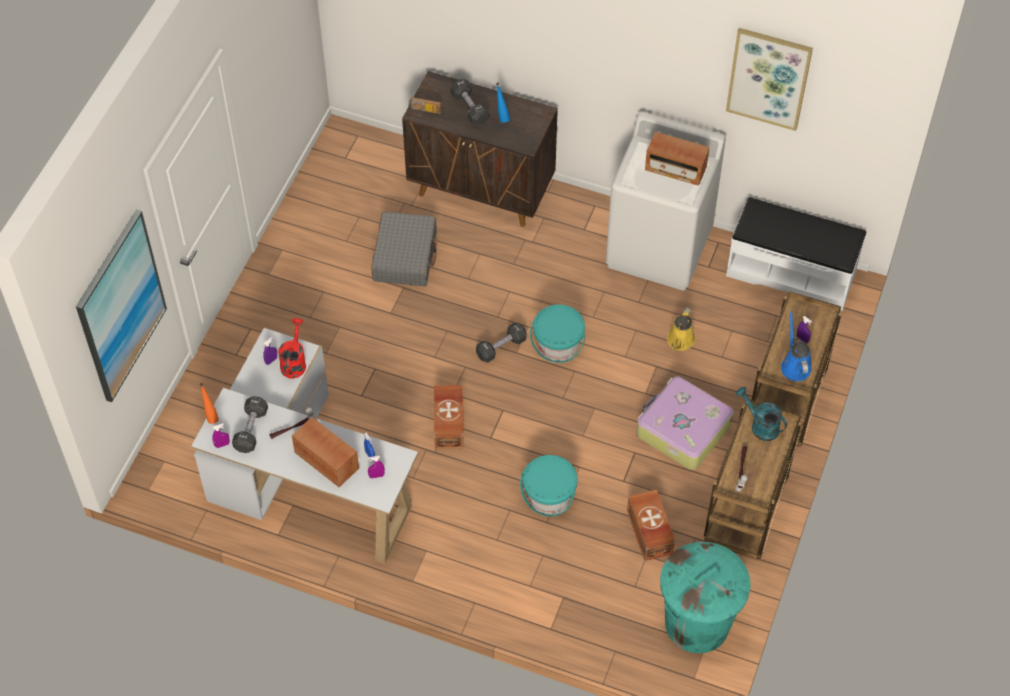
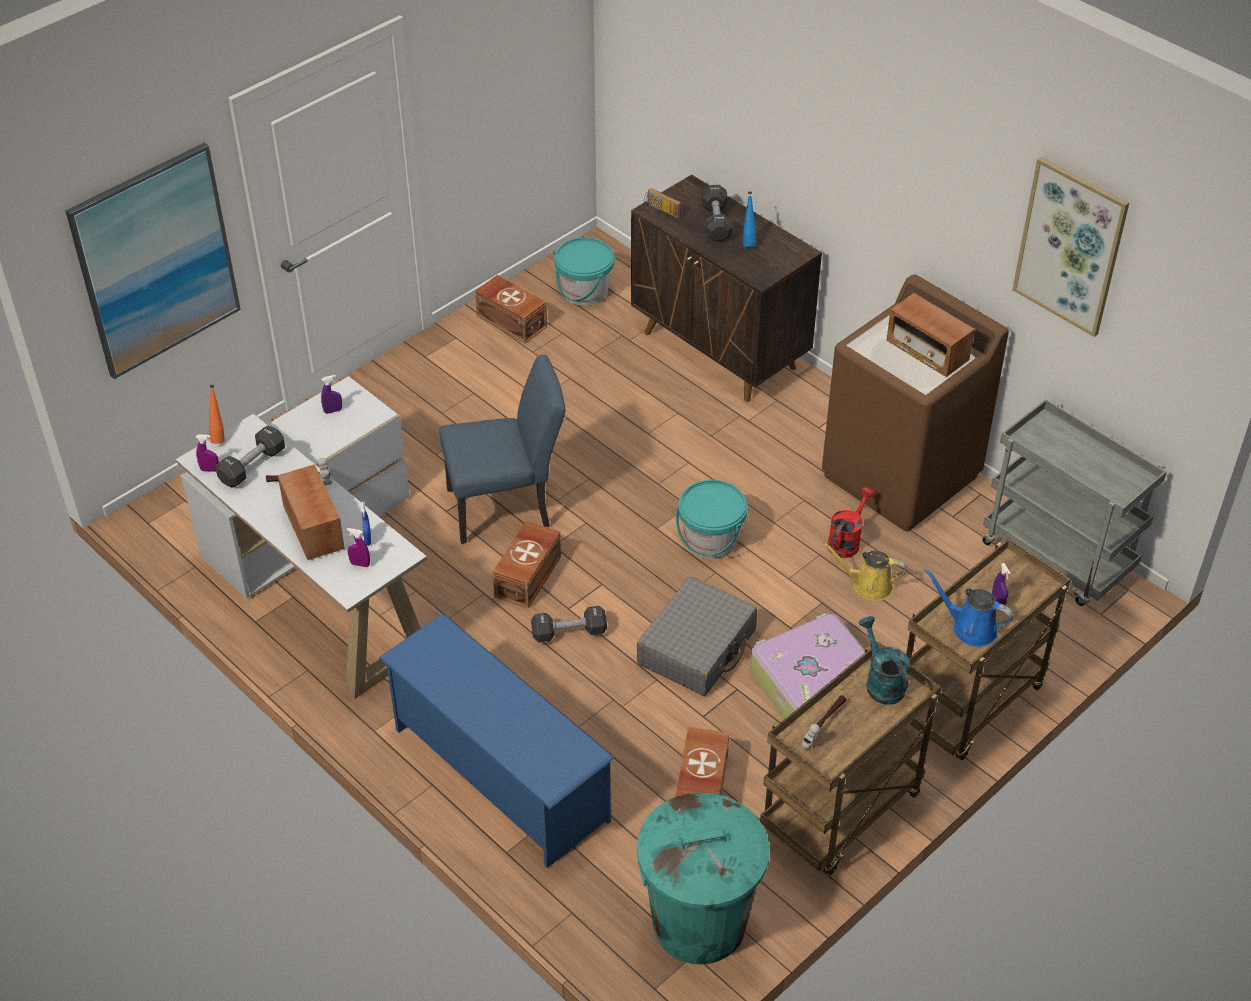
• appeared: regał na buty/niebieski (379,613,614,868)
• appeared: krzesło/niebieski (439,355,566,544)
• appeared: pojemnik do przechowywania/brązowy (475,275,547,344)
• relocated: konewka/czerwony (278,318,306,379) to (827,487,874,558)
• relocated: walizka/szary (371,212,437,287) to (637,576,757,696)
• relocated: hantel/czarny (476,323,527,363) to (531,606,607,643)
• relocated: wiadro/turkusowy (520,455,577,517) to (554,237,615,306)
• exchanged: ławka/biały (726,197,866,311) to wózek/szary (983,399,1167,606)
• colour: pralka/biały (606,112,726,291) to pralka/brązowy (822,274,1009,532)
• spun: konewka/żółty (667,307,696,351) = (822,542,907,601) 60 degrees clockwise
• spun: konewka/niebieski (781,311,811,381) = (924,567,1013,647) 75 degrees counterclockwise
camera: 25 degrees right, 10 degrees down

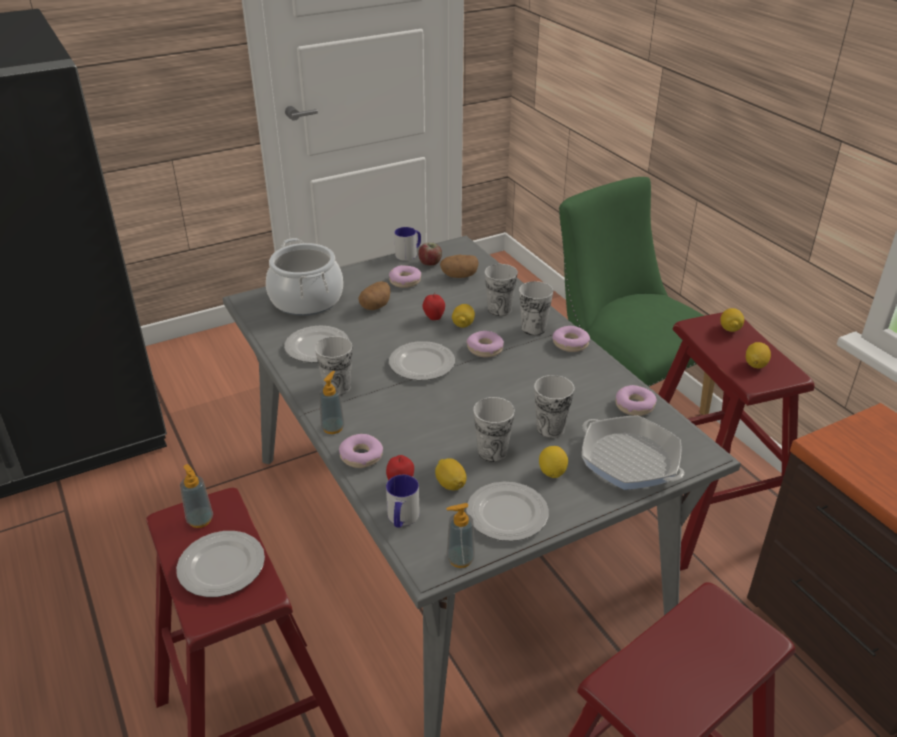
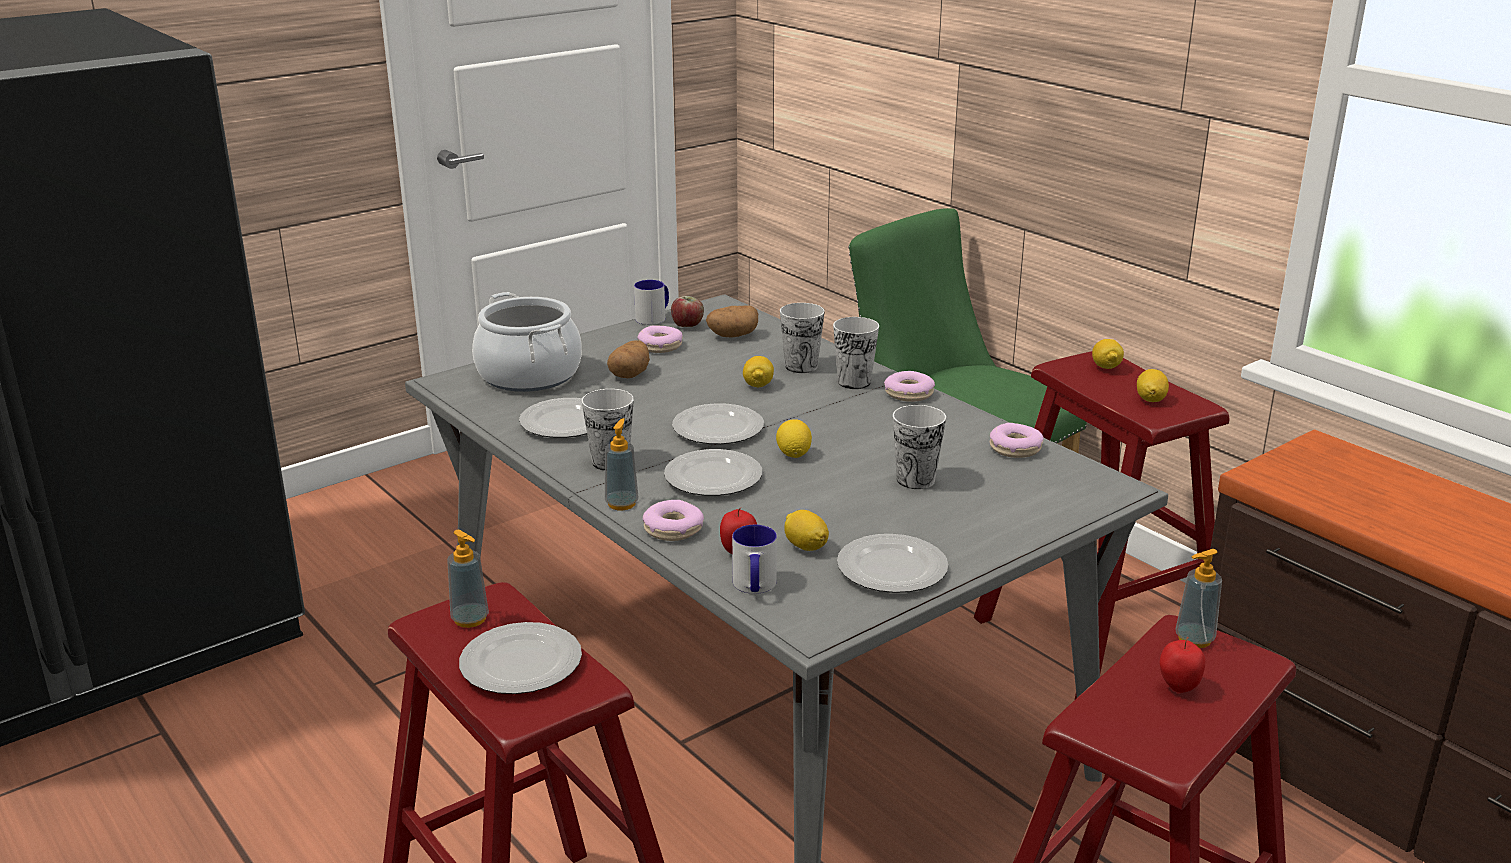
• missing: donut (467,331,504,357)
• missing: filiżanka (473,397,515,462)
• missing: patelnia (582,415,684,490)
• appeared: talerz (664,449,762,496)
• relocated: jabłko (422,292,445,320) to (1160,637,1206,693)
• relocated: dozownik mydła (446,503,475,568) to (1175,549,1222,648)
• relocated: cytryna (539,446,568,478) to (776,419,812,458)
camera: 10 degrees left, 10 degrees down

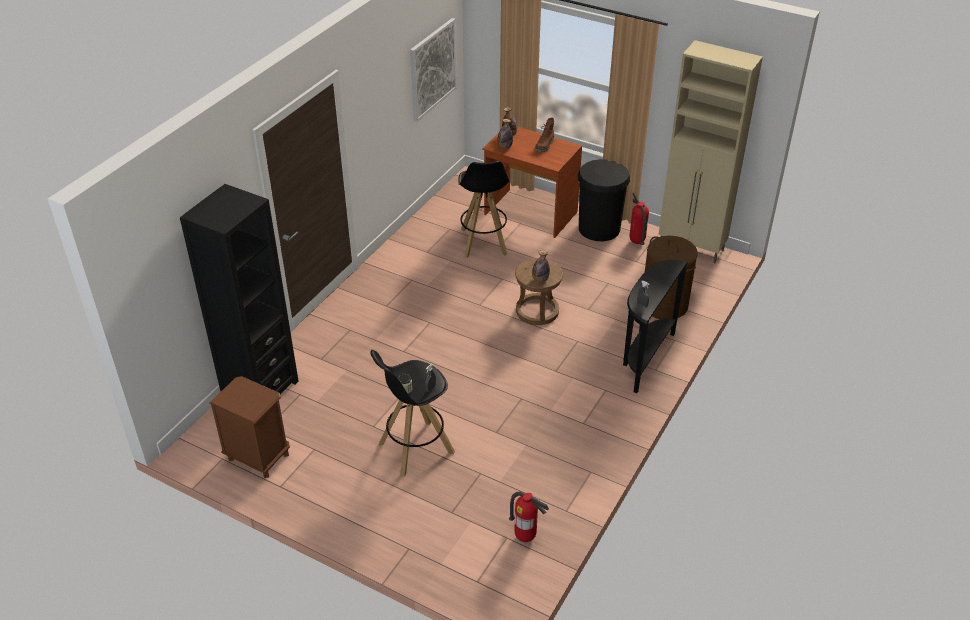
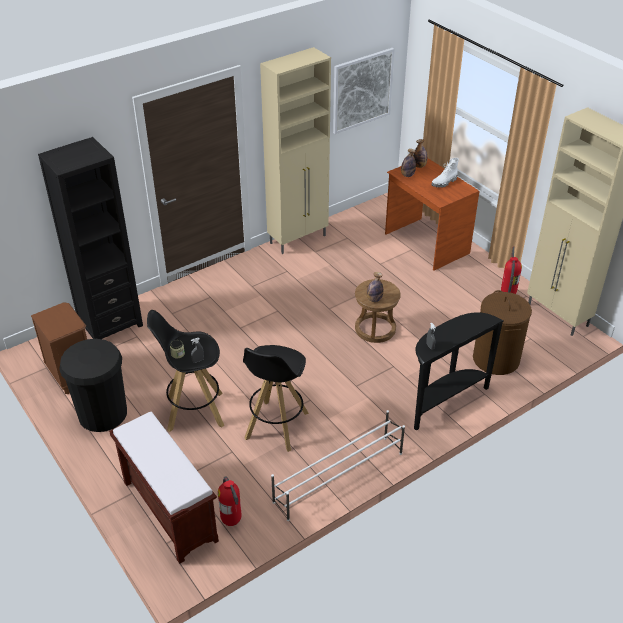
• appeared: ławka/brązowy (109,412,219,564)
• appeared: szafka/beżowy (260,47,331,254)
• appeared: regał na buty/biały (271,410,405,521)
• relocated: stołek/czarny (458,161,509,258) to (243,345,309,452)
• relocated: kosz na śmieci/czarny (578,159,630,241) to (59,339,127,432)
• colour: but z cholewką/brązowy (535,117,554,152) to but z cholewką/biały (431,158,459,188)
camera: 25 degrees right, 0 degrees up

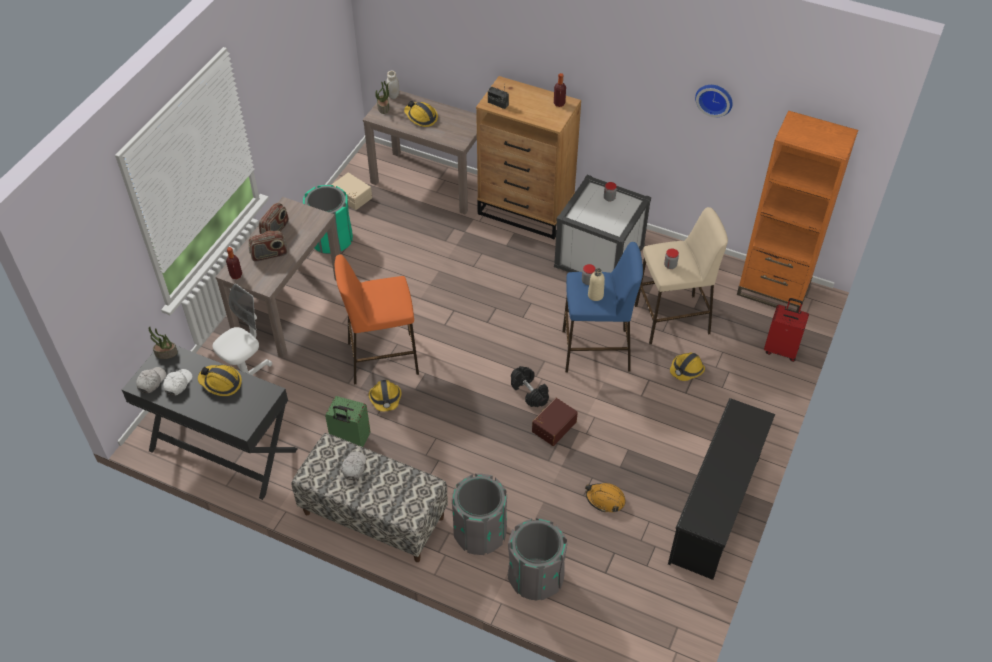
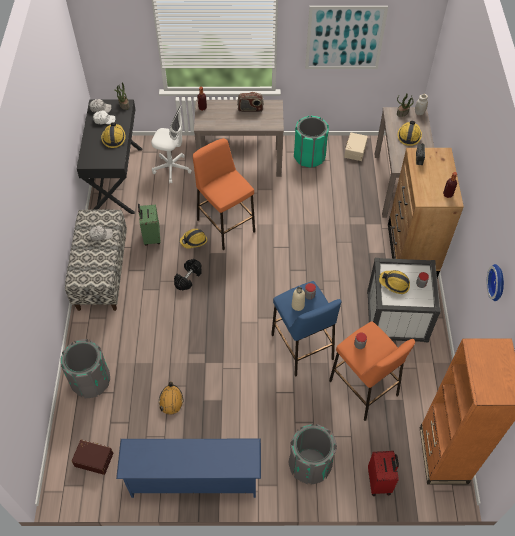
• missing: radio (248,231,287,261)
• appeared: obraz (305,6,388,69)
• relocated: kosz na śmieci/szary (452,473,507,555) to (288,424,337,485)
• relocated: hantel/czarny (511,366,549,407) to (174,259,202,290)
• relocated: pojemnik do przechowywania/brązowy (532,398,578,446) to (72,440,113,475)
• relocated: kask (670,353,705,381) to (379,270,410,294)
• colour: stołek/beżowy (635,207,728,344) to stołek/pomarańczowy (329,321,415,421)
• colour: regał na buty/czarny (668,398,775,580) to regał na buty/niebieski (116,439,261,498)
camera: 65 degrees right, 5 degrees up

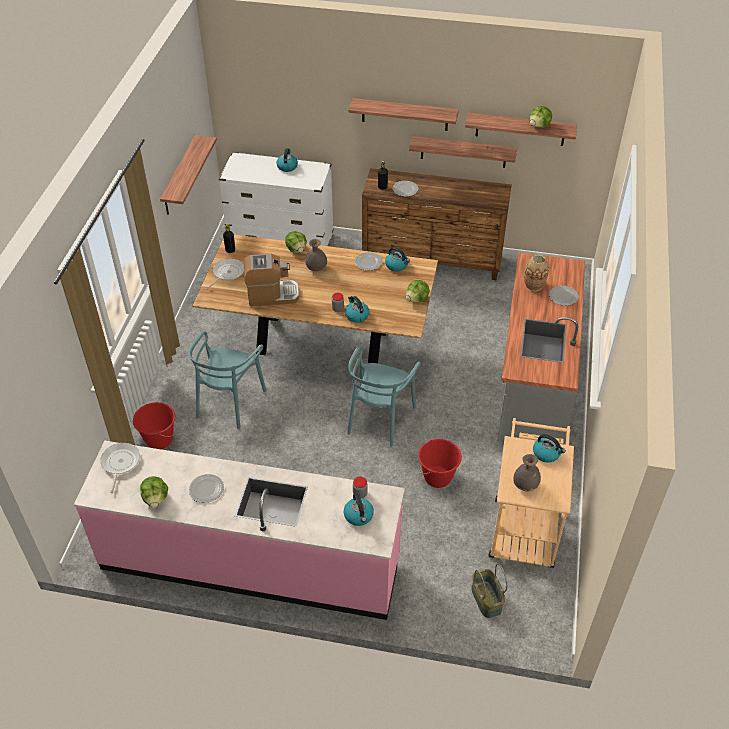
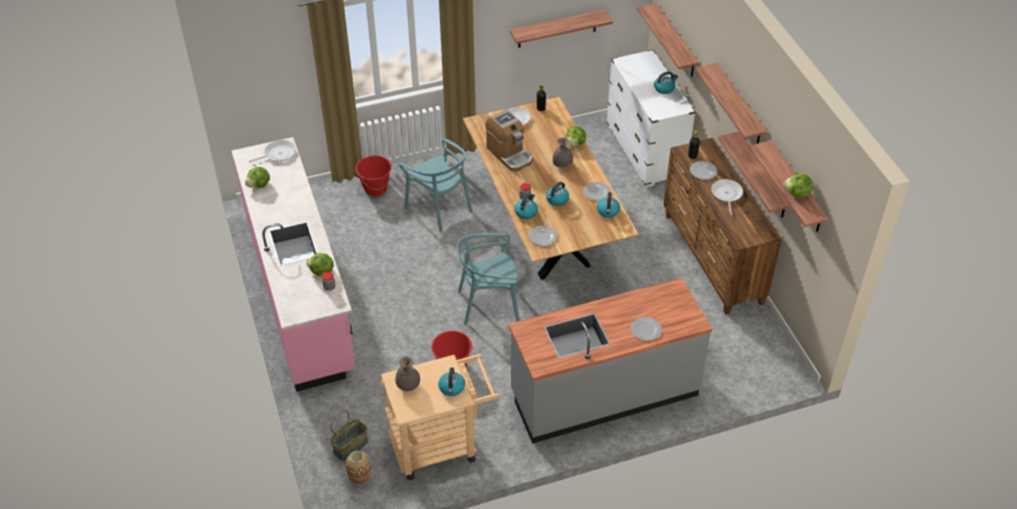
• appeared: półka (637,3,699,77)
• appeared: patelnia (711,179,743,215)
• relocated: talerz (189,474,224,503) to (529,226,557,246)
• relocated: czajnik (344,493,374,526) to (546,182,569,206)
• relocated: sałata (406,280,430,302) to (306,253,334,276)
• relocated: wazon (524,255,549,291) to (345,451,371,485)
• spun: krzesło/turkusowy (189,331,266,429) = (399,139,473,232) 120 degrees counterclockwise
camera: 60 degrees right, 0 degrees up

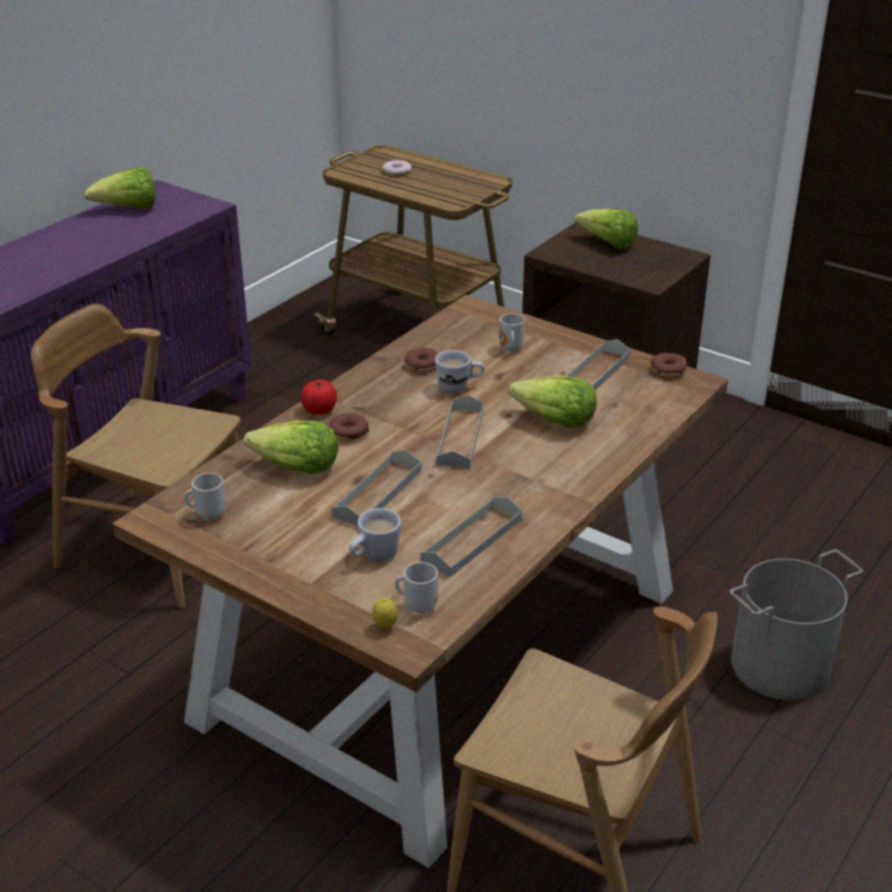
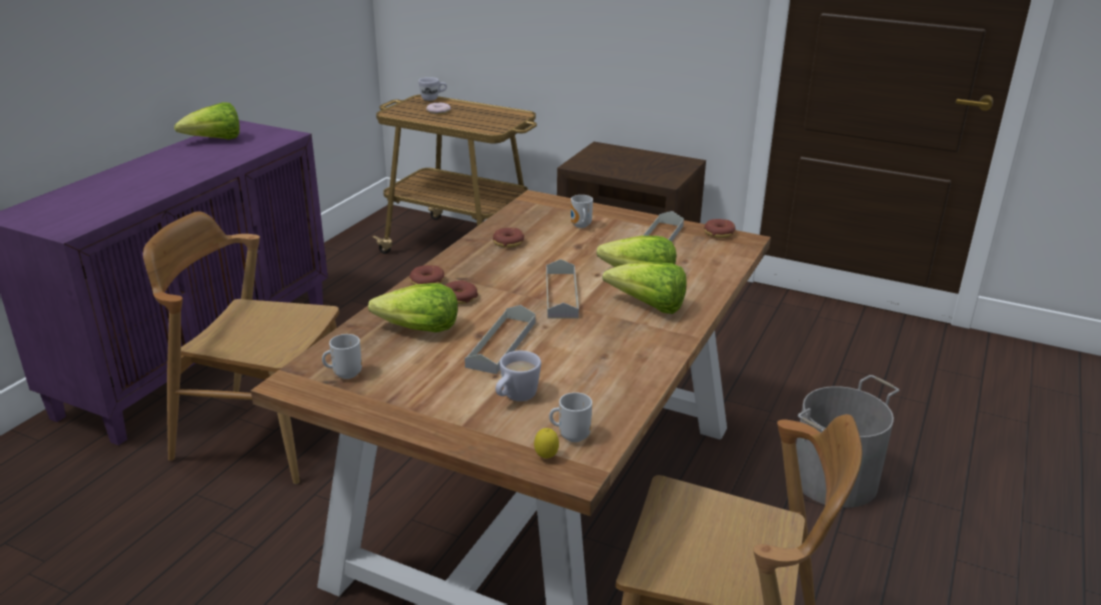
• missing: taca/szary (421,497,522,577)
• relocated: kubek/biały (435,350,484,394) to (418,77,447,101)
• relocated: sałata (574,209,638,250) to (602,262,687,314)
• exchanged: pomidor (301,380,337,415) to donut (409,265,444,285)
camera: 10 degrees left, 5 degrees down

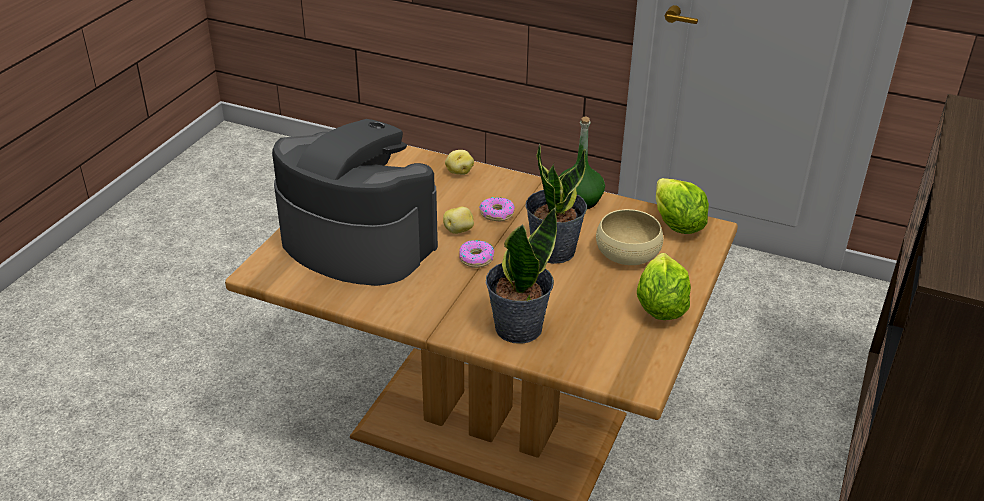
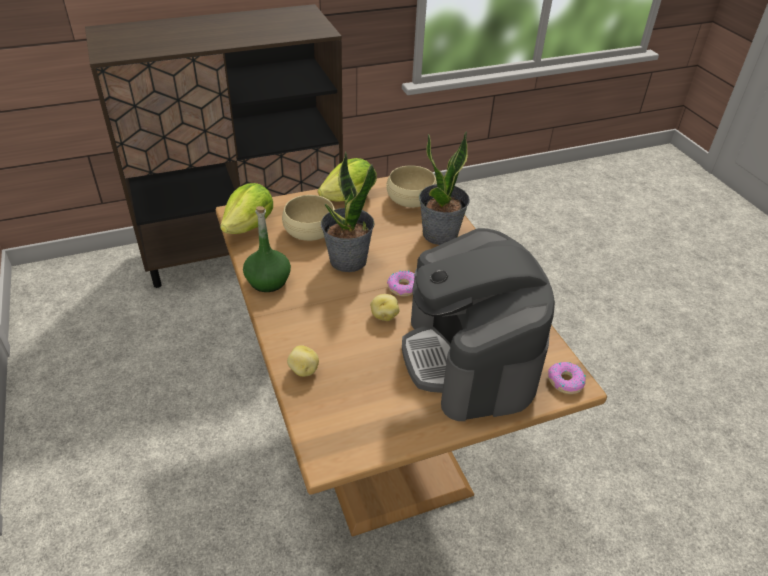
• appeared: miska/beżowy (386,165,437,207)
• relocated: donut (479,197,515,221) to (548,362,586,394)
camera: 135 degrees left, 5 degrees up

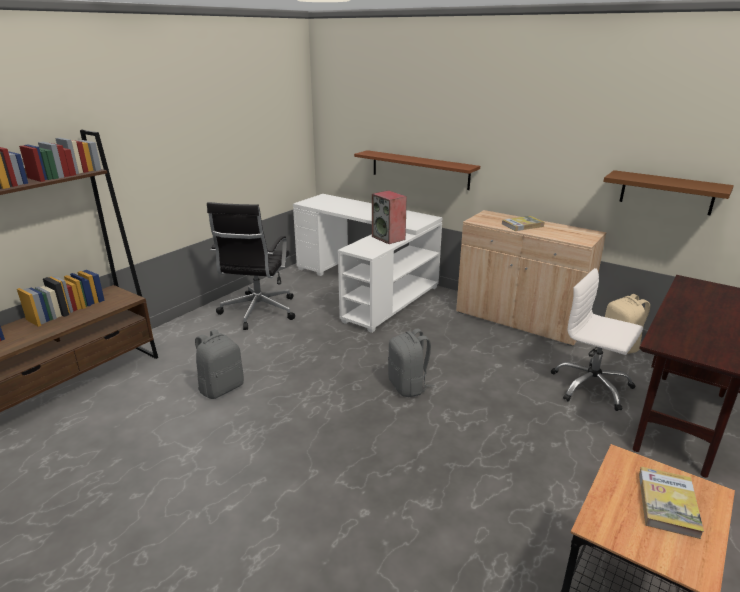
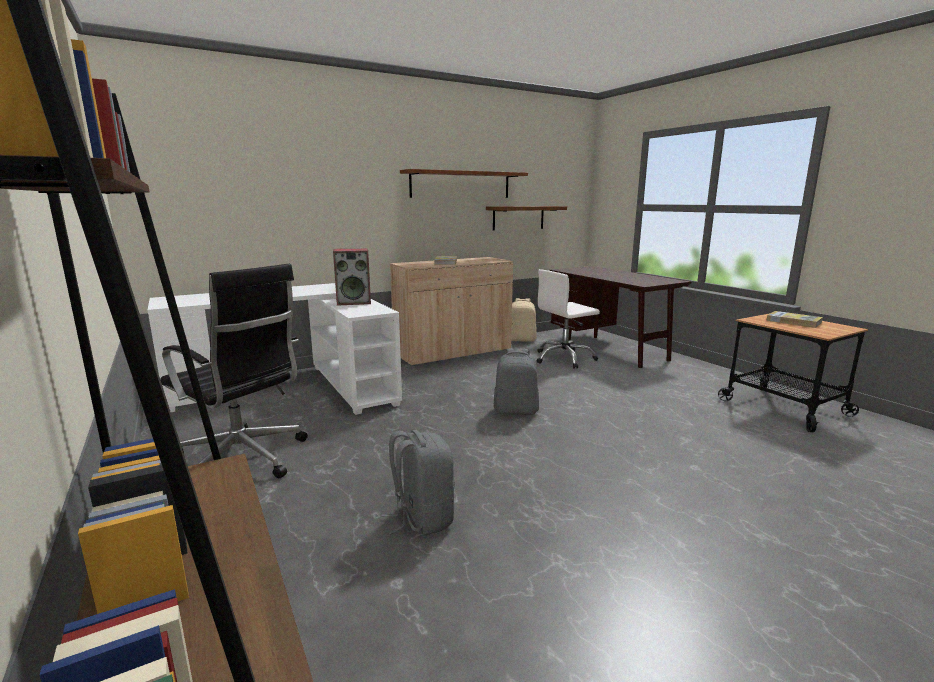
• relocated: półka/brązowy (354,150,480,190) to (400,169,528,198)
camera: 65 degrees left, 10 degrees down

